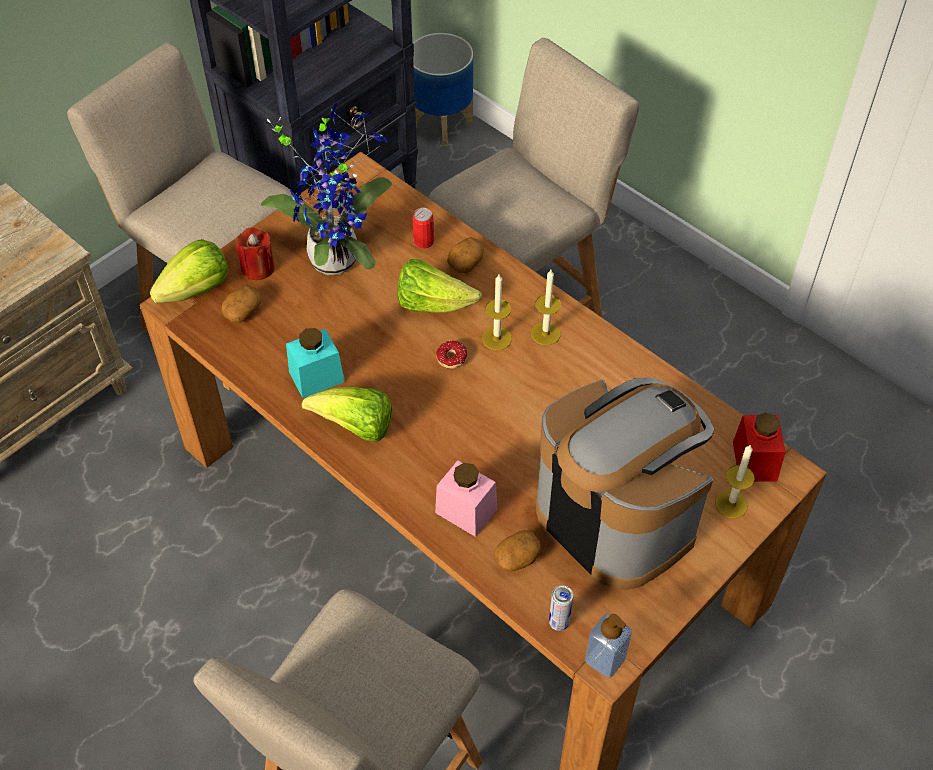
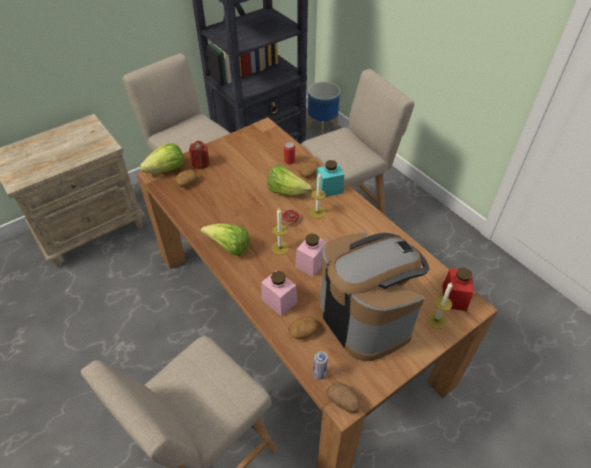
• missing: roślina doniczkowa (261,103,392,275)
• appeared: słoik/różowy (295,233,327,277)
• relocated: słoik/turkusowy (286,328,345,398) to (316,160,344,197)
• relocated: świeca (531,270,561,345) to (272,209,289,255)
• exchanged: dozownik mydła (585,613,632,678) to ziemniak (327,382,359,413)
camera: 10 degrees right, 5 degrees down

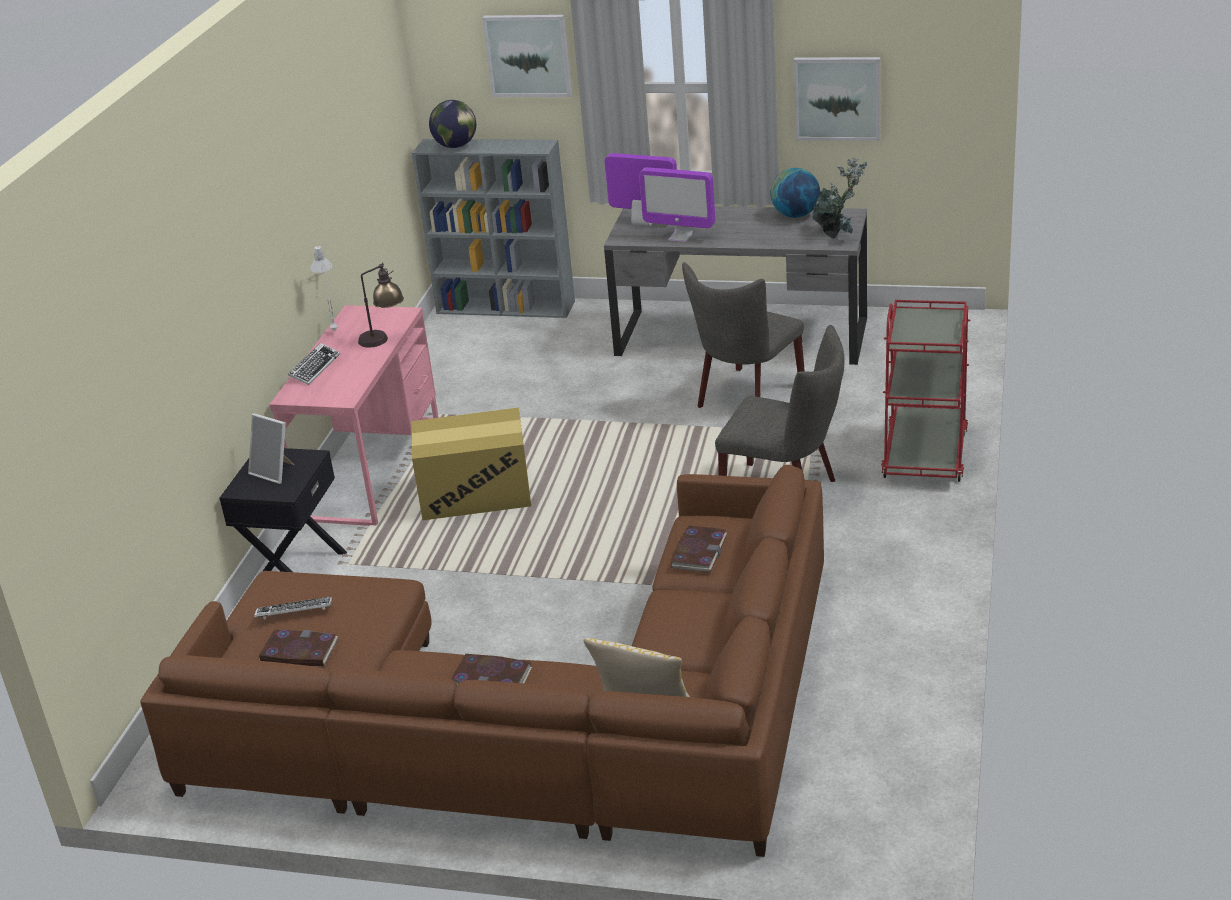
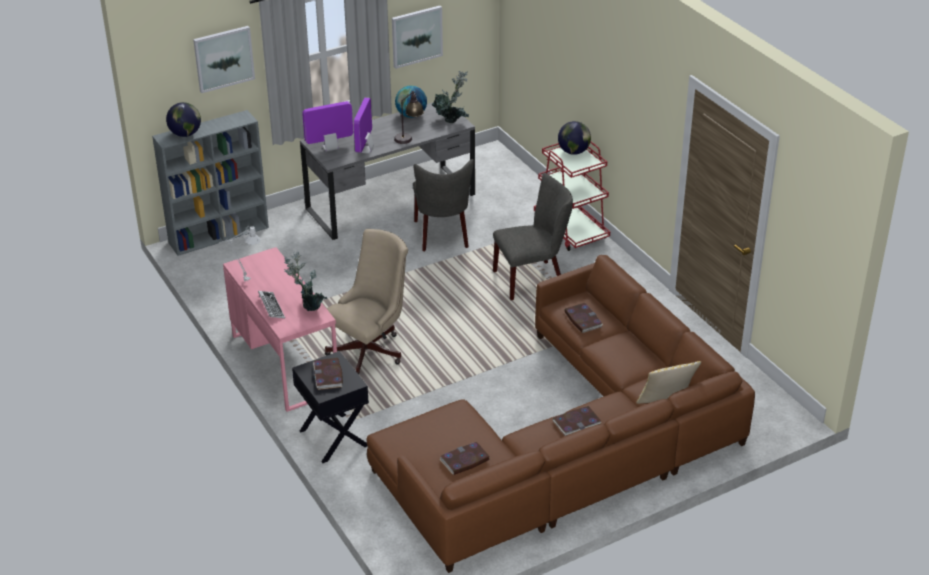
• missing: klawiatura (254,597,332,619)
• appeared: roślina doniczkowa (284,251,327,311)
• appeared: globus (558,121,591,155)
• relocated: lampa stołowa (358,263,404,347) to (394,90,424,144)
• exchanged: ramka na zdjęcie (248,413,294,484) to książka (313,358,343,390)
• exchanged: karton (411,408,531,520) to krzesło biurowe/beżowy (325,229,408,374)
• spun: monitor (639,167,715,242) = (354,98,374,154) 120 degrees clockwise
camera: 45 degrees left, 5 degrees up

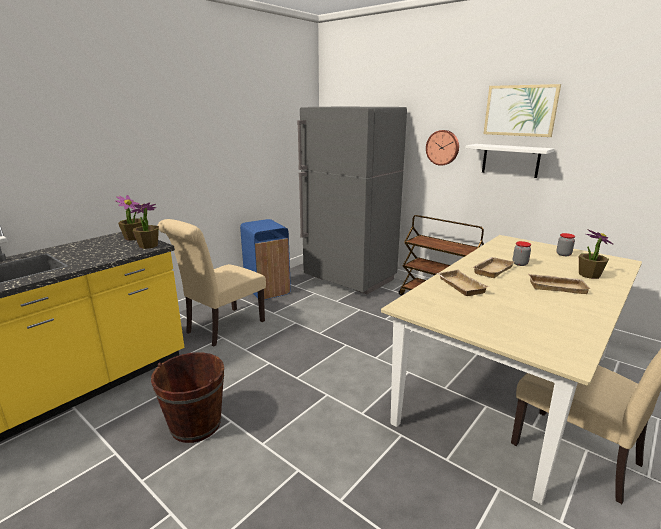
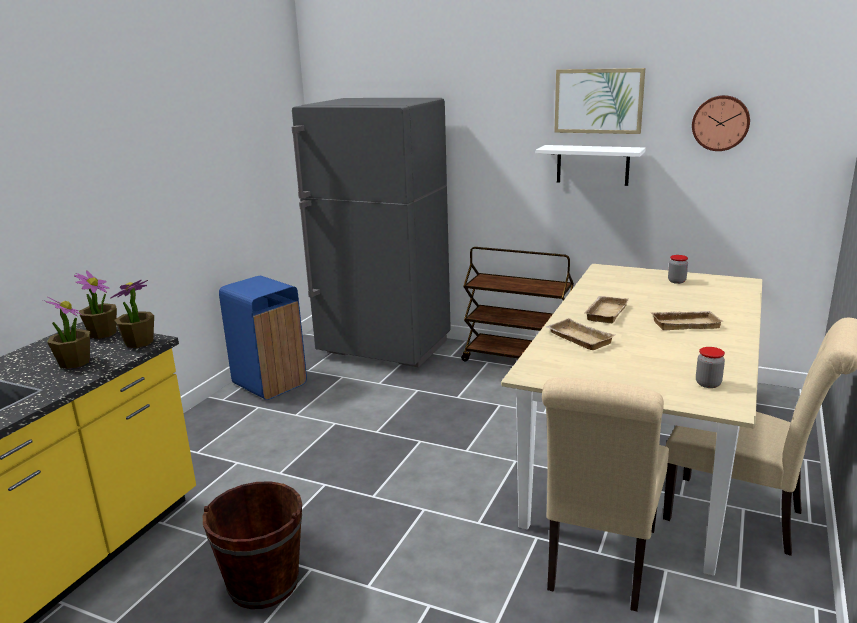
• relocated: krzesło/beżowy (158,219,266,347) to (542,377,669,612)
• relocated: zegar ścienny (426,130,459,166) to (692,95,750,151)
• relocated: słoik (513,241,531,266) to (696,347,725,388)
• relocated: roślina doniczkowa (579,230,613,279) to (43,297,90,369)
camera: 15 degrees left, 0 degrees up

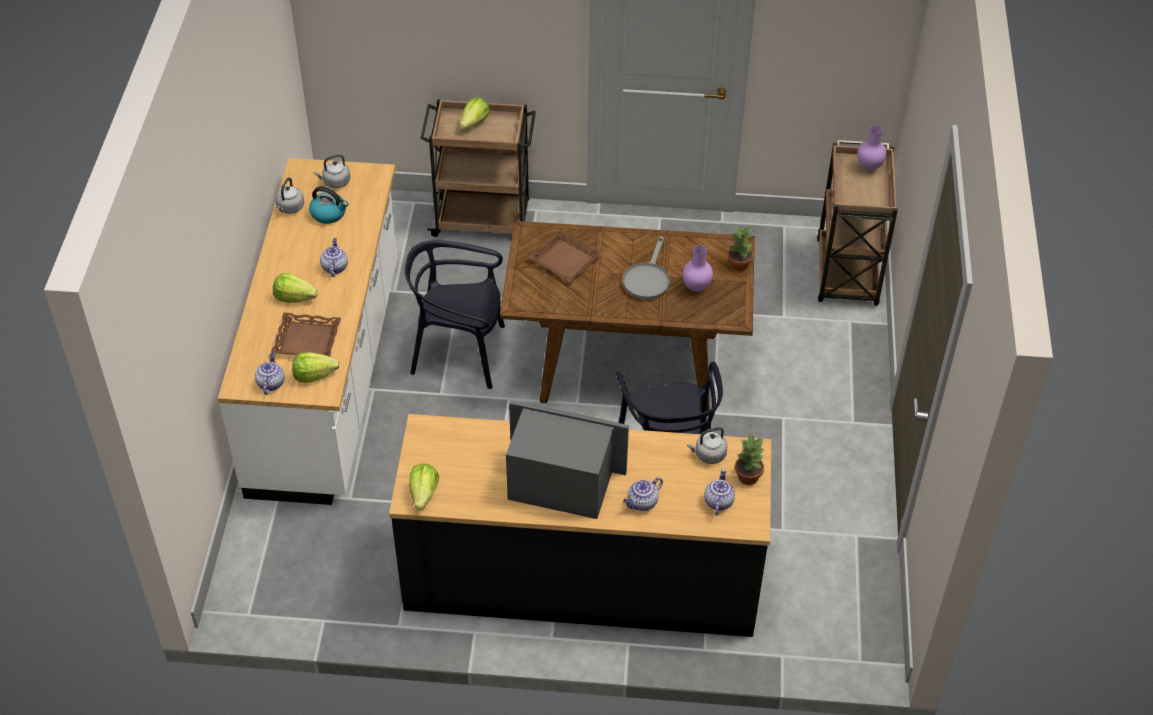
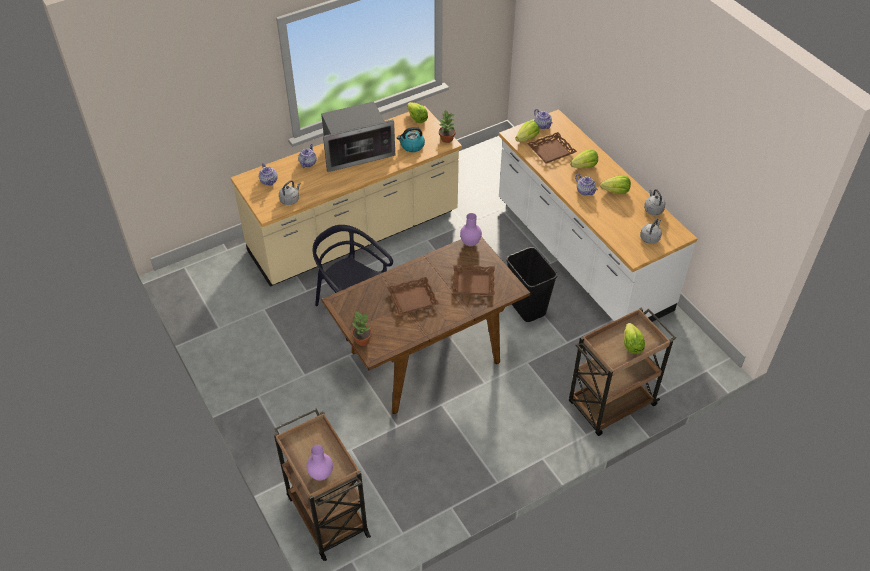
• appeared: sałata (600,176,631,194)
• relocated: czajnik (309,186,348,224) to (397,127,425,152)
• relocated: wazon/fioletowy (683,245,713,292) to (460,213,482,246)
• relocated: roślina doniczkowa (735,434,764,485) to (439,110,456,143)
• exchanged: krzesło/czarny (405,240,505,389) to kosz na śmieci/czarny (506,247,557,322)
• exchanged: patelnia/szary (623,236,670,299) to taca/brązowy (387,277,439,315)
• colour: zabudowa kuchenna/czarny (389,414,771,637) to zabudowa kuchenna/beżowy (231,106,462,287)
camera: 145 degrees right, 0 degrees up

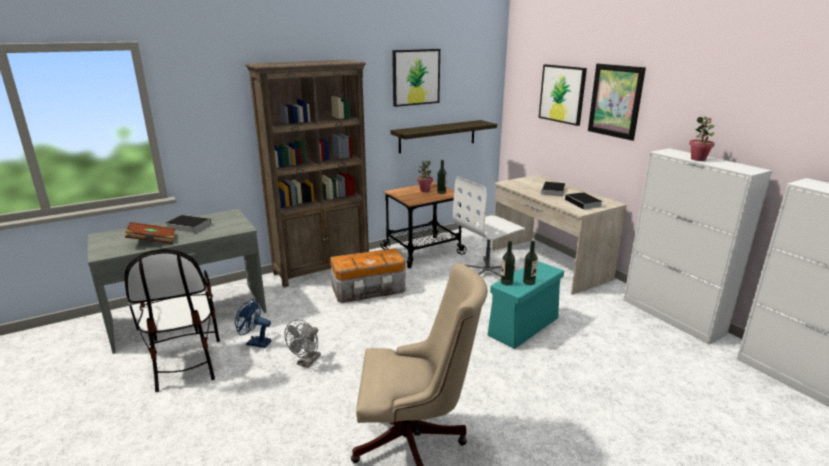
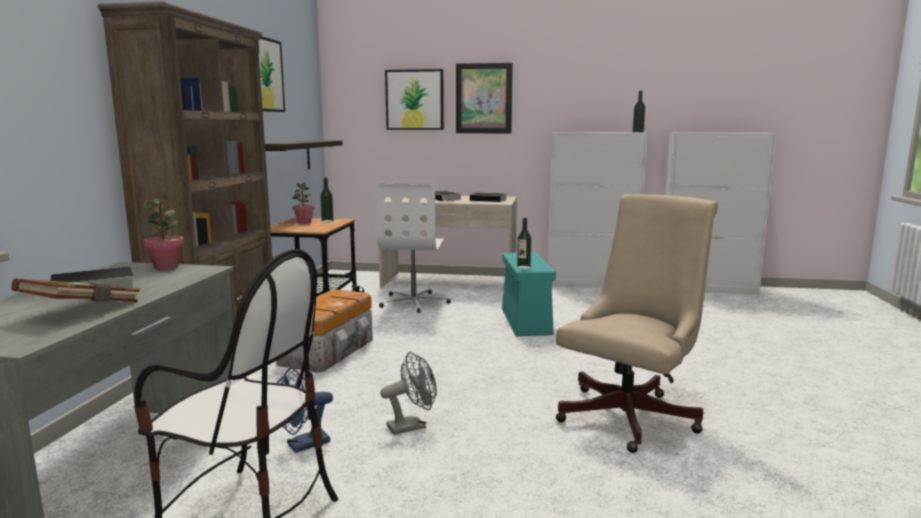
• relocated: butelka (523,241,538,285) to (632,91,646,133)
• relocated: roślina doniczkowa (689,116,715,161) to (143,199,184,270)
• spun: wentylator/szary (284,320,321,368) = (380,352,437,435) 90 degrees counterclockwise
camera: 50 degrees left, 10 degrees down

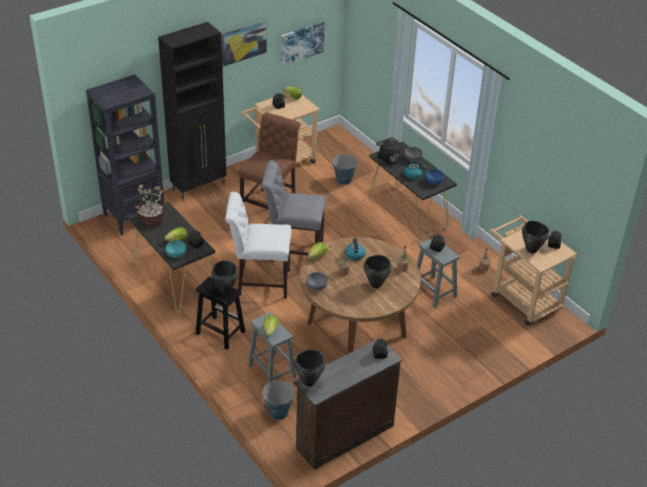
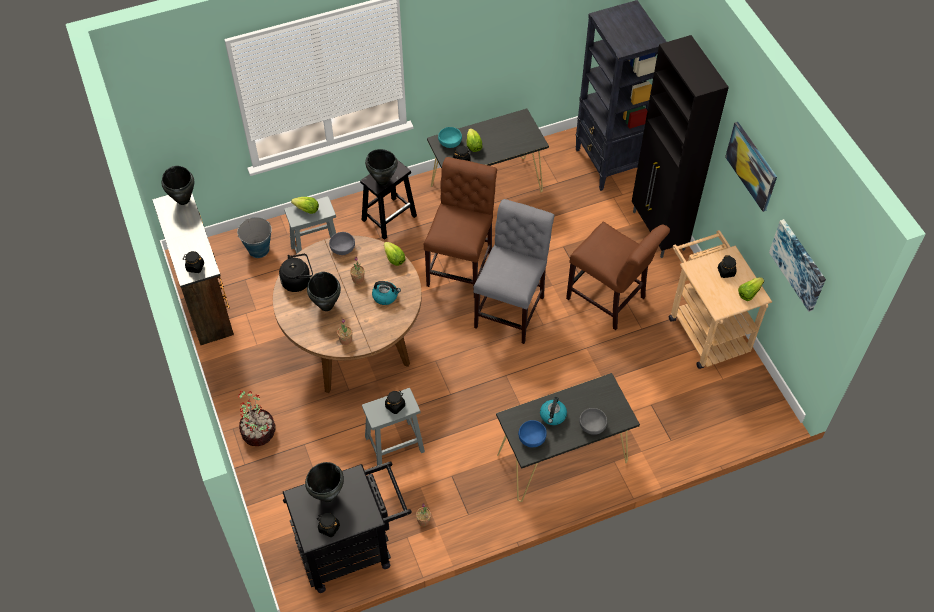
• missing: wiadro (332,154,358,185)
• relocated: roślina doniczkowa (135,184,165,227) to (238,391,276,446)
• relocated: czajnik/czarny (376,138,401,164) to (279,254,313,292)
• colour: krzesło/biały (225,192,291,299) to krzesło/brązowy (424,157,497,298)
• colour: wózek/beżowy (489,215,577,326) to wózek/czarny (283,461,412,593)
camera: 105 degrees right, 15 degrees up

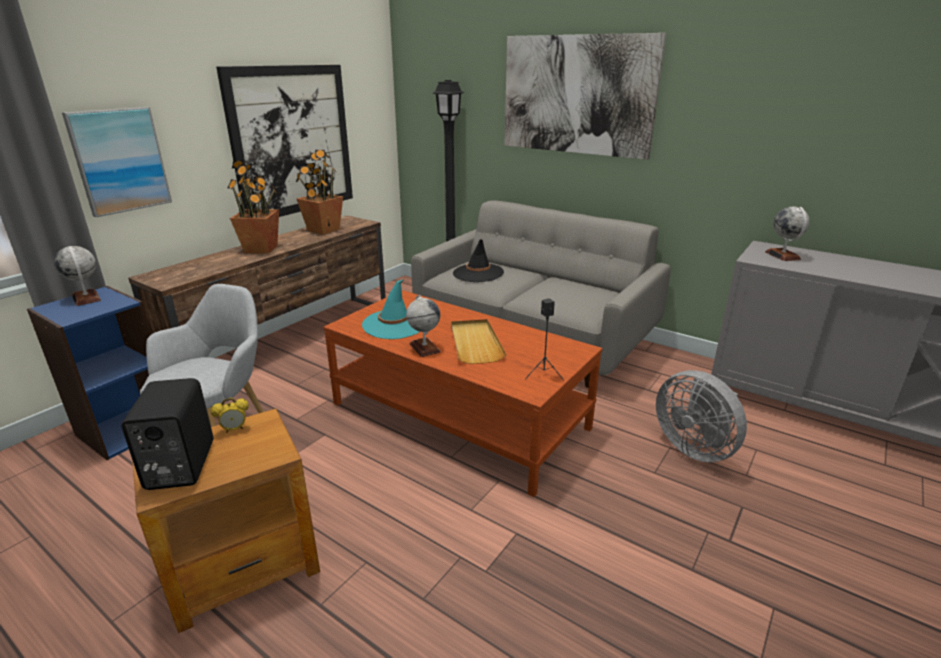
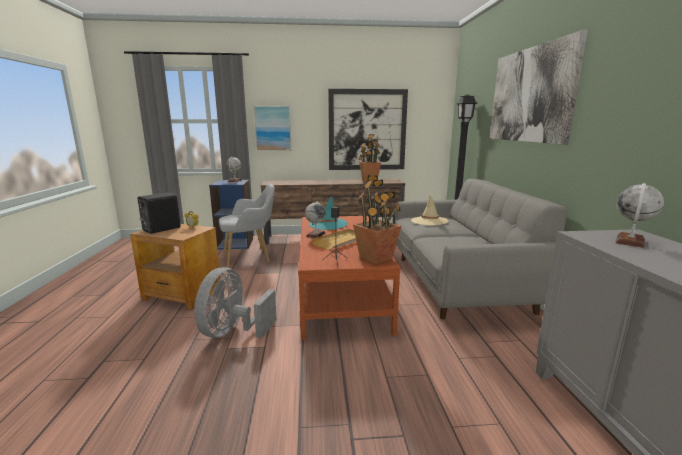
• relocated: roślina doniczkowa (227,160,279,254) to (353,176,401,264)
• relocated: wentylator/szary (656,370,747,462) to (194,267,277,338)
• colour: kapelusz/czarny (453,239,504,282) to kapelusz/beżowy (411,196,449,225)
camera: 50 degrees right, 10 degrees down

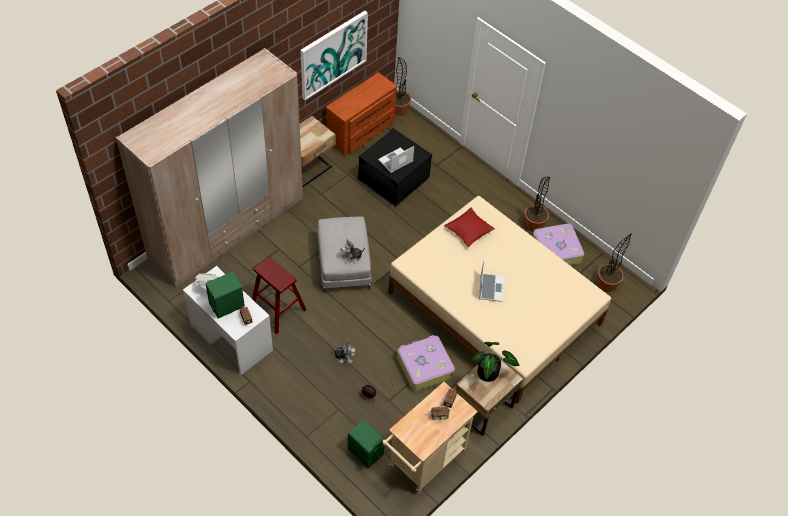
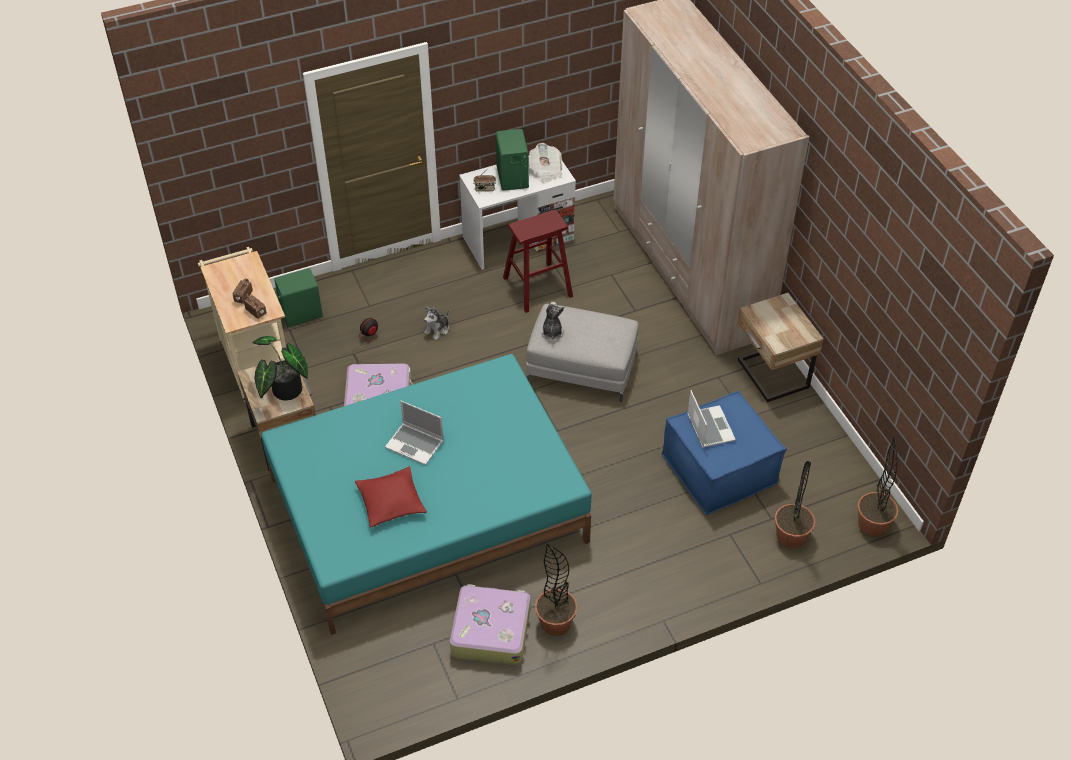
• missing: obraz (300,11,368,100)
• missing: komoda/brązowy (326,72,397,156)
• relocated: poduszka/czerwony (444,207,495,247) to (355,466,427,527)
• relocated: roślina doniczkowa (598,233,632,292) to (775,461,815,548)
• colour: pufa/czarny (358,128,432,207) to pufa/niebieski (662,391,787,515)
• colour: łóżko/beżowy (388,196,611,404) to łóżko/turkusowy (261,354,592,635)
camera: 115 degrees right, 5 degrees down

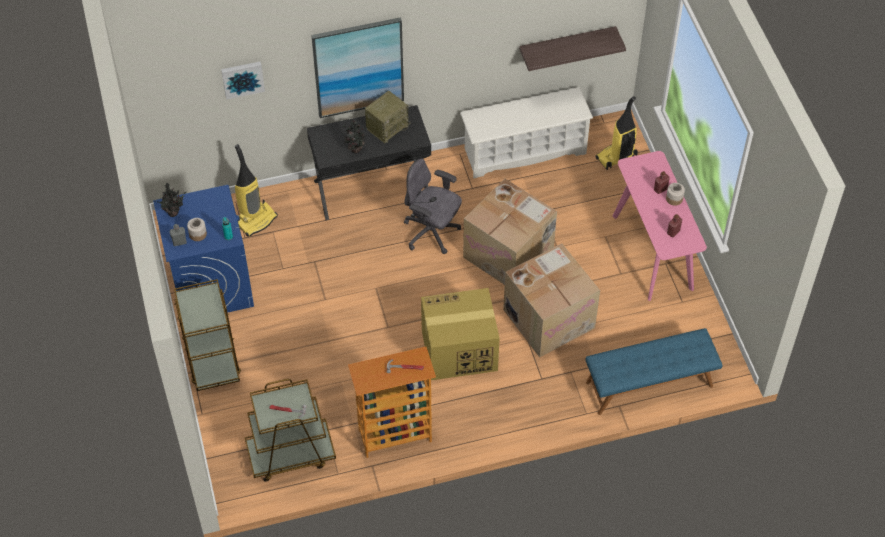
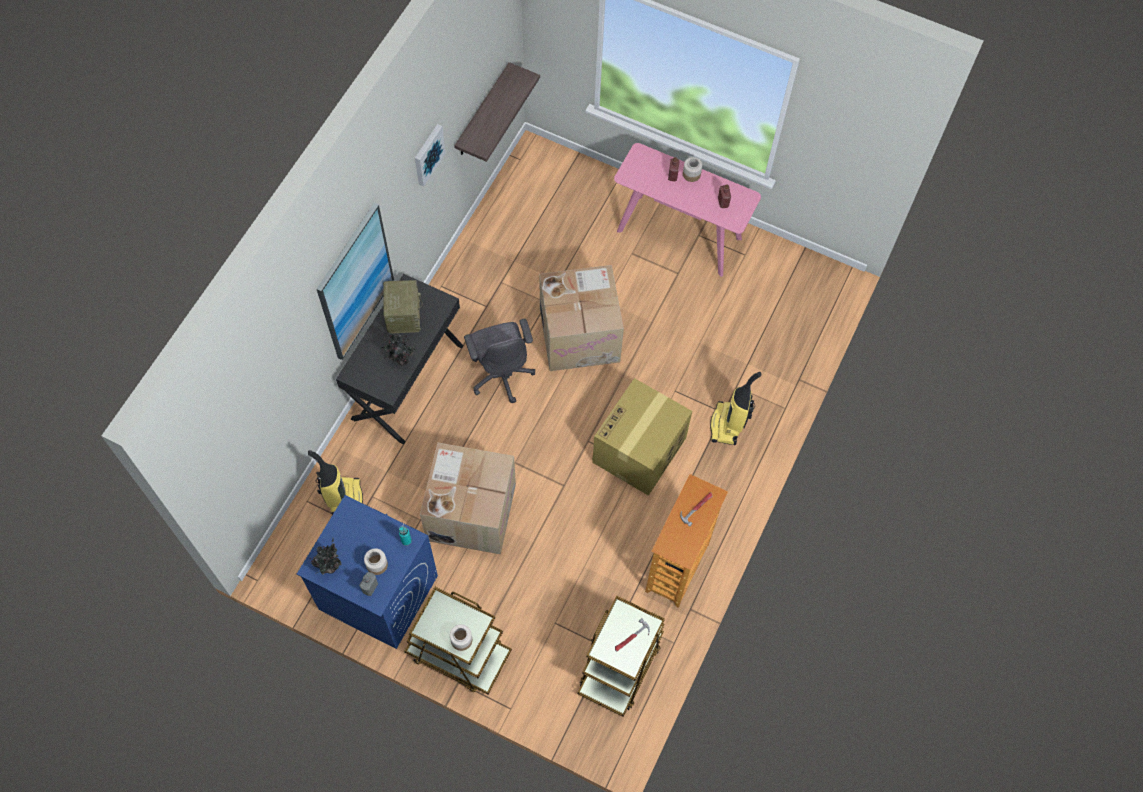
• missing: regał na buty/biały (460,87,593,178)
• missing: ławka/niebieski (585,328,723,415)
• appeared: słoik (450,624,472,651)
• relocated: obraz (221,62,265,100) to (415,124,446,187)
• relocated: karton (503,243,600,357) to (420,443,516,554)
• relocated: odkurzacz (595,96,638,170) to (710,372,761,445)
• spun: krzesło biurowe/szary (404,158,462,254) = (464,319,535,403) 90 degrees counterclockwise
camera: 50 degrees left, 10 degrees up

